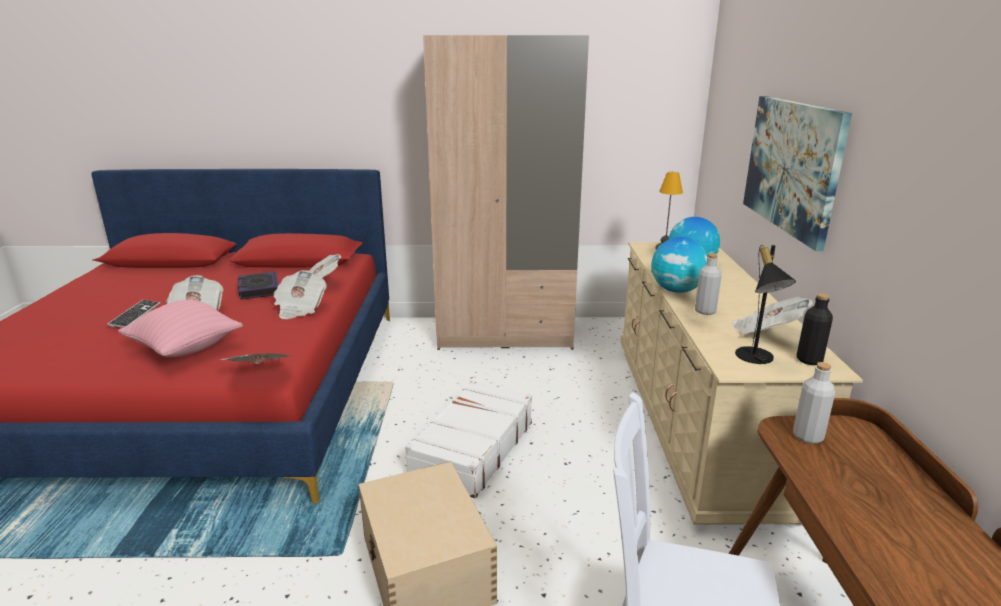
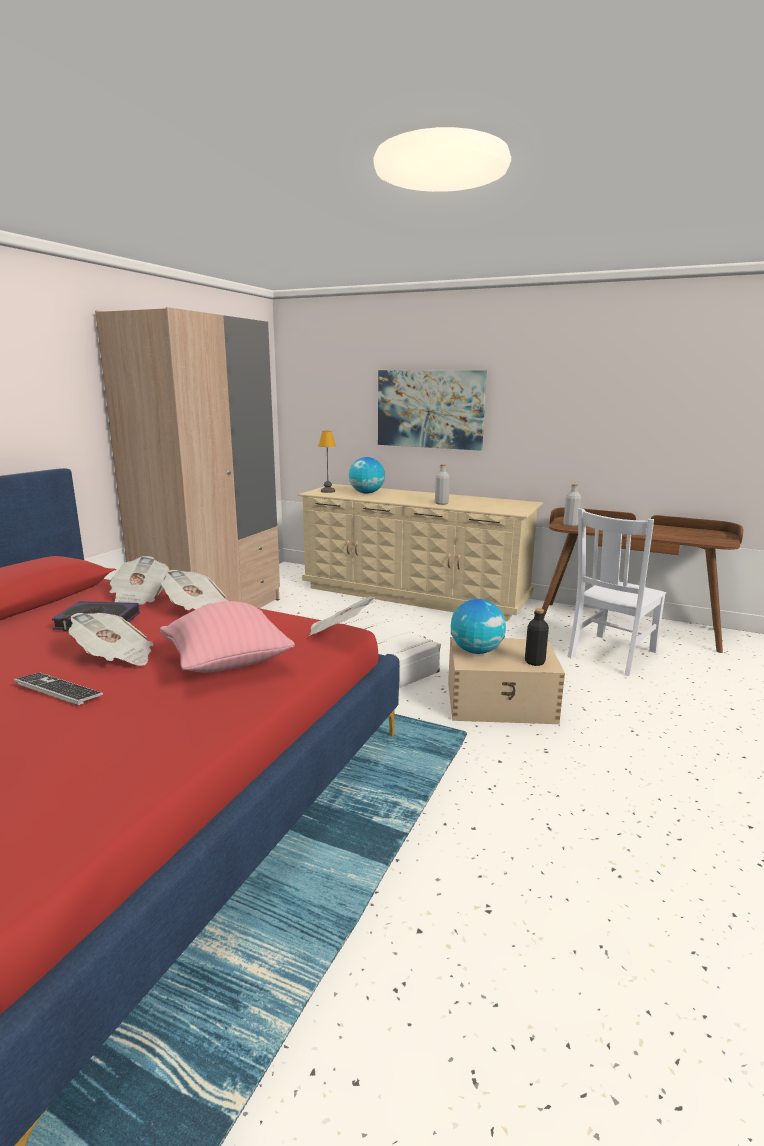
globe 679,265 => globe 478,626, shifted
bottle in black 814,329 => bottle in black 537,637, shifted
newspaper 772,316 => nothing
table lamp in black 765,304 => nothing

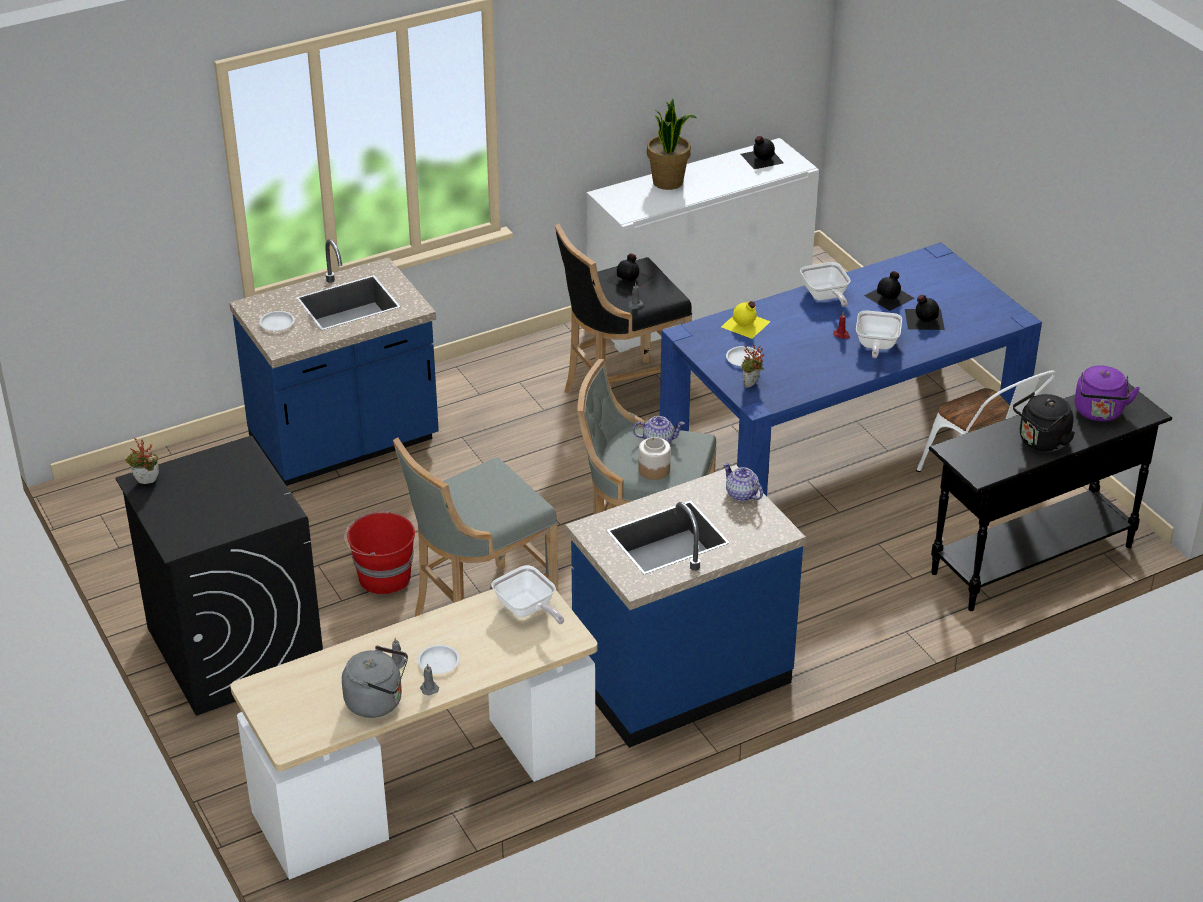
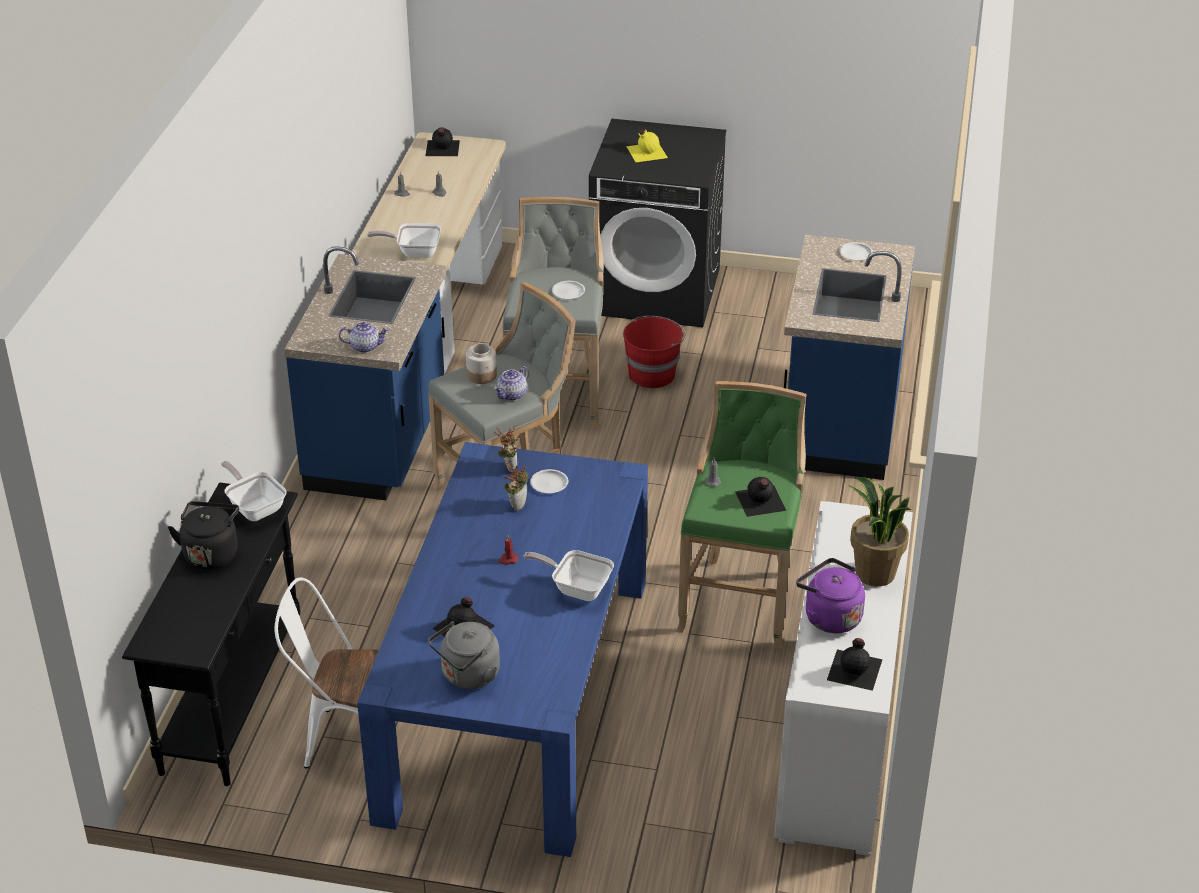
frying pan 879,334 => frying pan 254,491, shifted
bottle in black 889,291 => bottle in black 443,141, shifted
kettle in grey 375,682 => kettle in grey 464,655, shifted
potted plant 142,461 => potted plant 516,485, shifted
plate in white 439,659 => plate in white 568,290, shifted
bottle in yellow 746,320 => bottle in yellow 647,145, shifted
stool in black 623,308 => stool in green 741,515
kettle in purple 1107,393 => kettle in purple 830,595, shifted

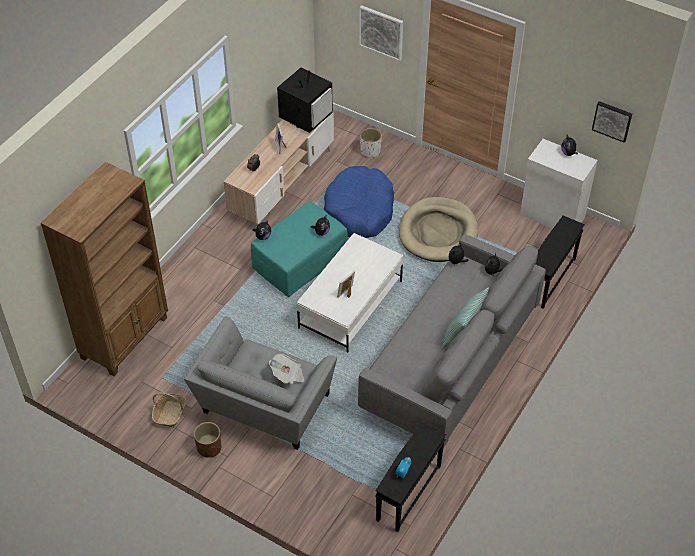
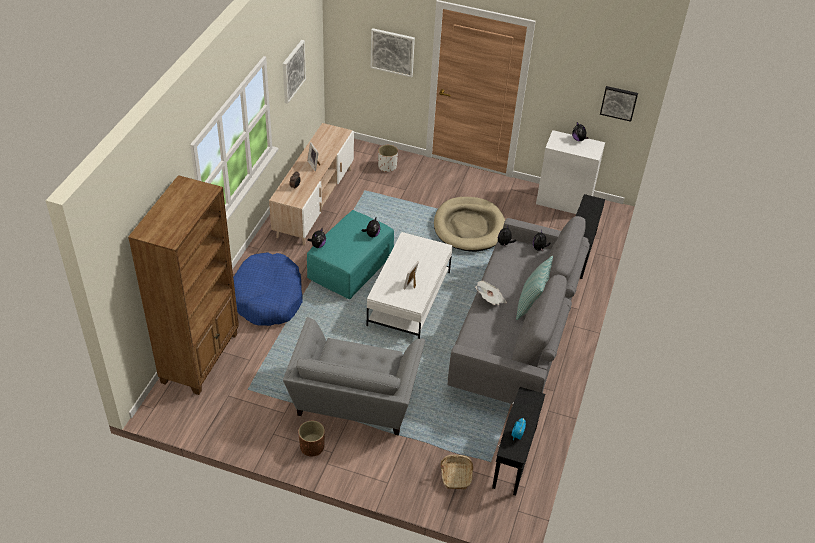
dog bed in blue 359,202 => dog bed in blue 267,289, shifted
nothing => picture 294,72
basket 169,410 => basket 456,472, shifted
newspaper 287,369 => newspaper 491,293, shifted
television 305,100 => nothing

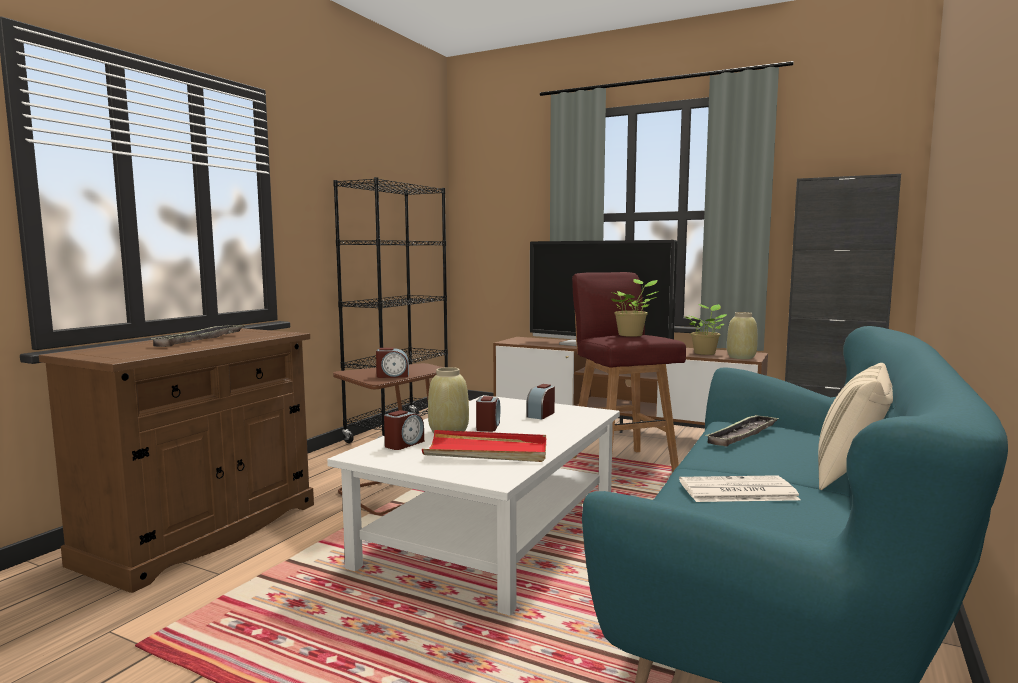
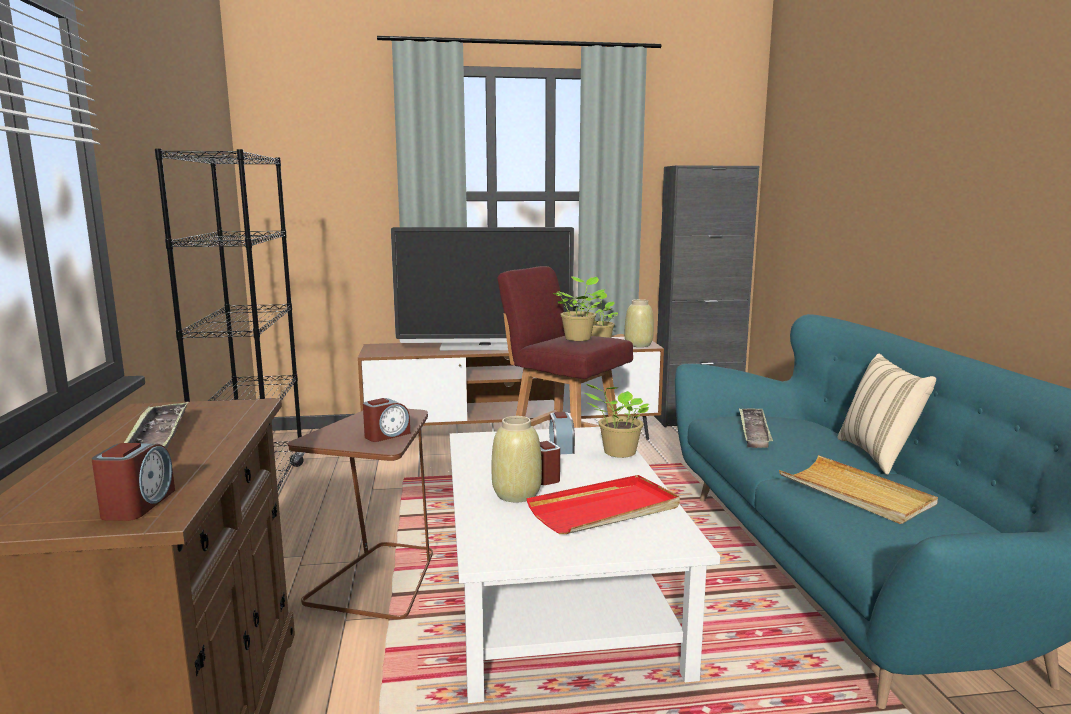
alarm clock 404,430 => alarm clock 133,482, shifted
nothing => potted plant 617,421
newspaper 740,488 => tray in beige 858,489

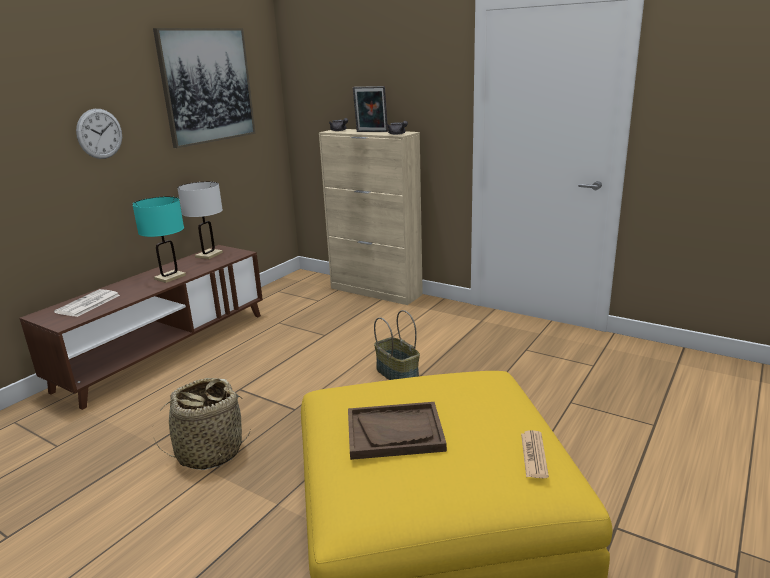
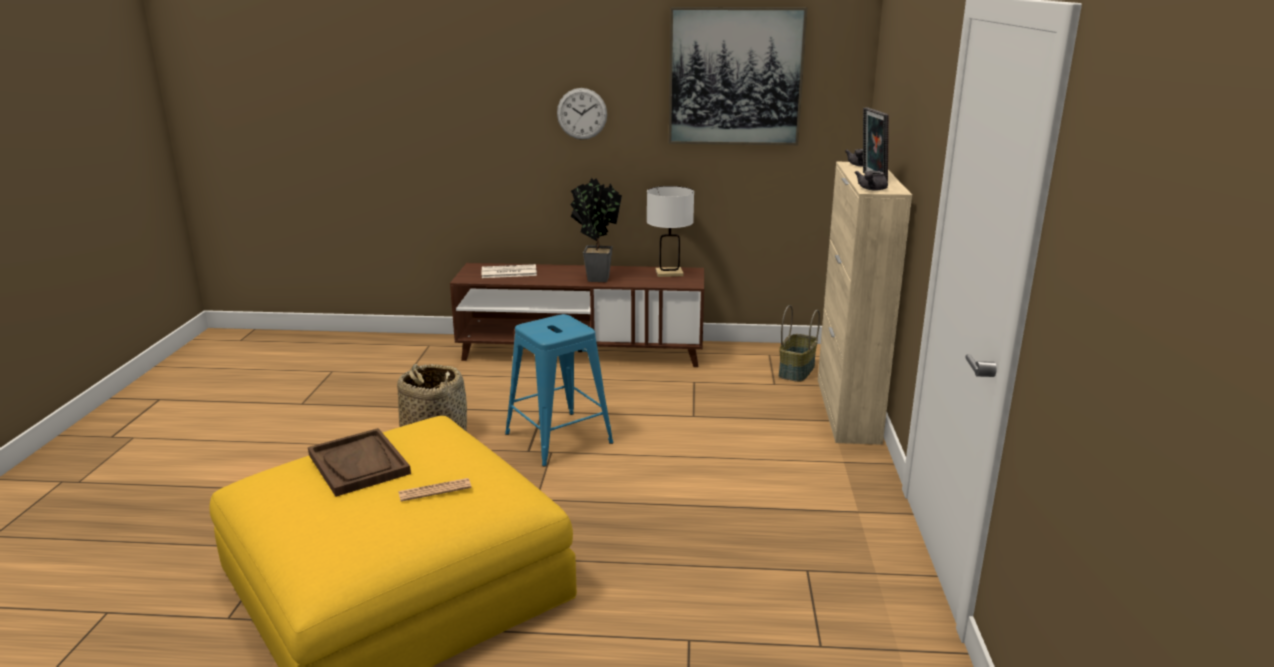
newspaper 535,454 => newspaper 434,489, shifted
nothing => stool in blue 559,390
table lamp in turquoise 159,240 => potted plant 596,230
basket 397,345 => basket 799,343, shifted

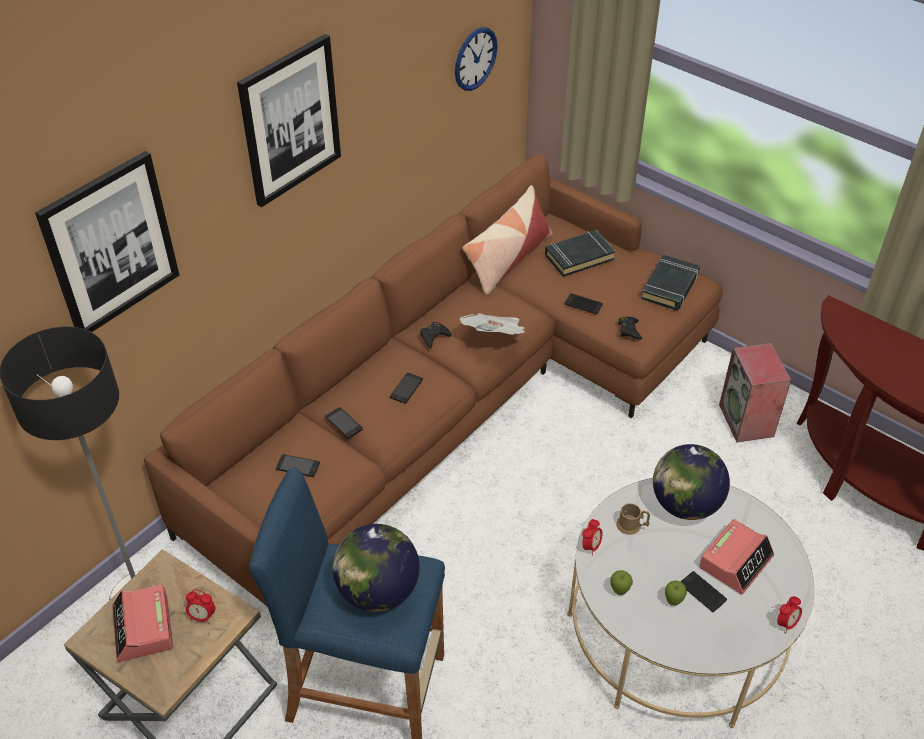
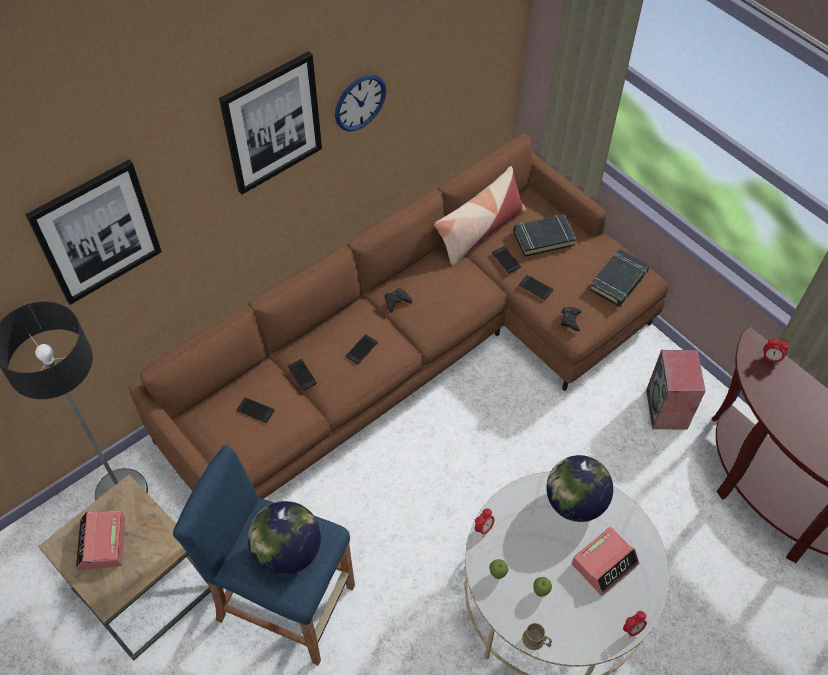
wall clock 476,59 => wall clock 360,103, shifted
phone 703,591 => phone 506,259, shifted
mug in brown 633,519 => mug in brown 537,636, shifted
alarm clock 200,606 => alarm clock 775,351, shifted
newspaper 492,324 => nothing

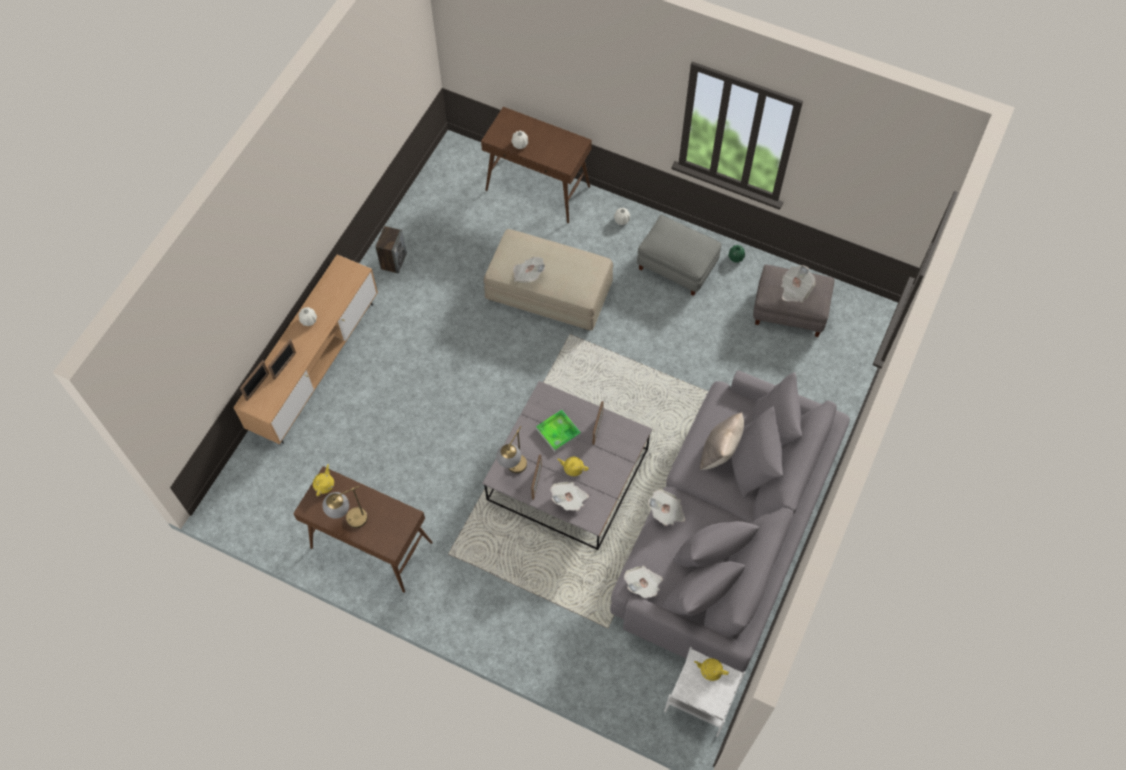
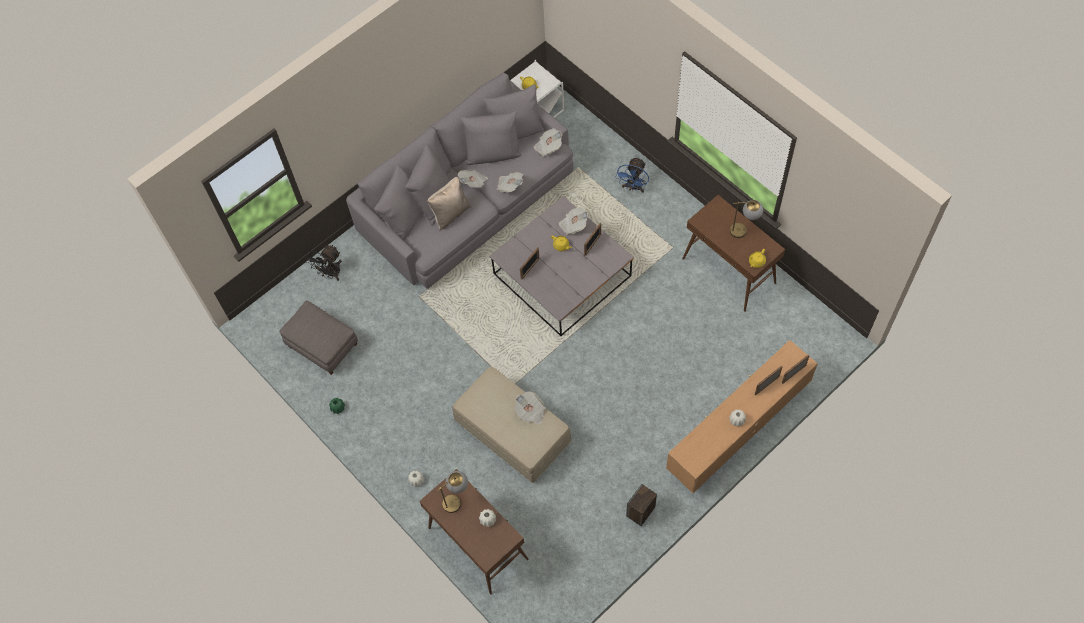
nothing => fan in black 324,263
table lamp 511,449 => table lamp 452,492, shifted
newspaper 798,283 => newspaper 473,179, shifted
nothing => fan in blue 632,175
tray 558,431 => nothing
ottoman in grey 679,255 => nothing

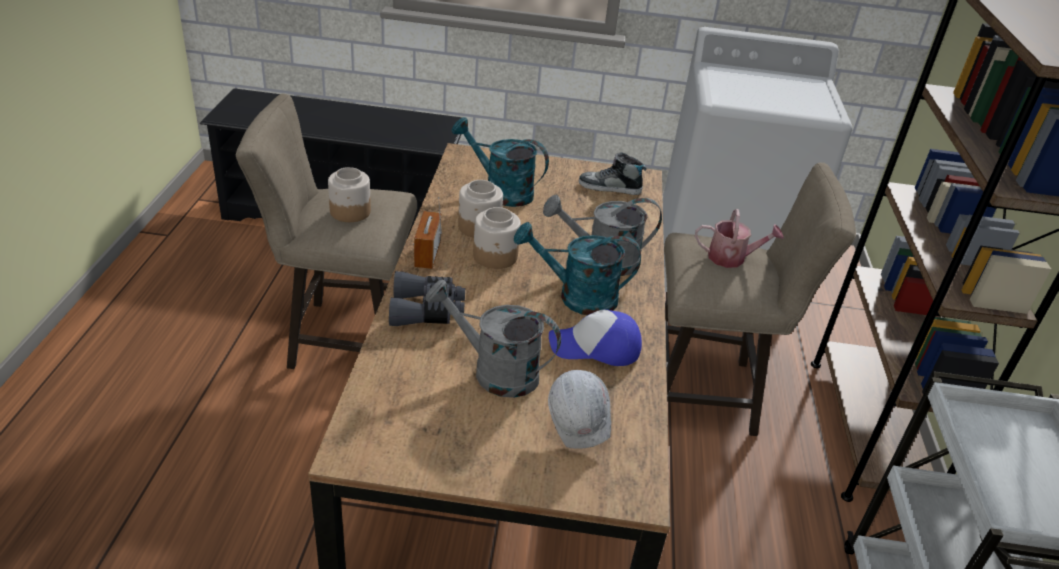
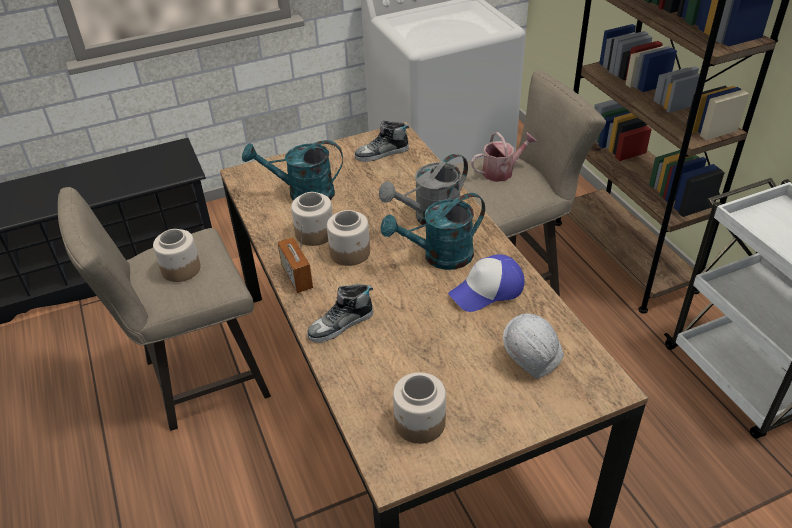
binoculars in grey 427,298 => shoe 340,313
nothing => jar 419,408
watering can in grey 493,338 => nothing

